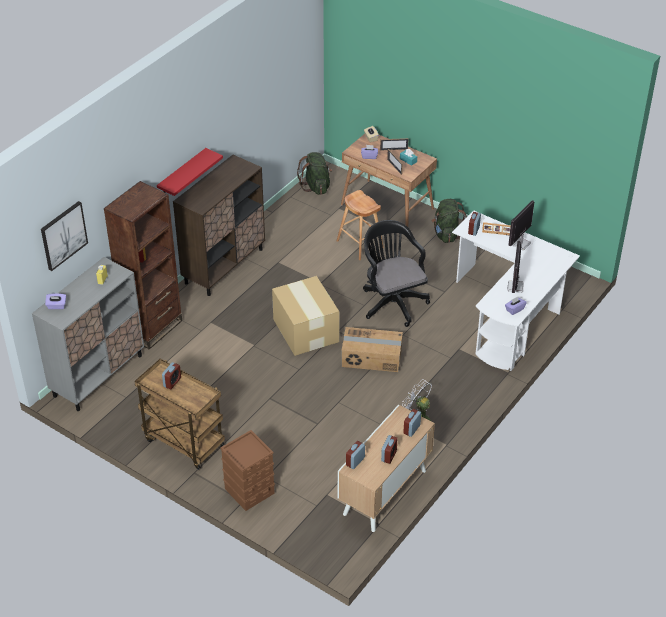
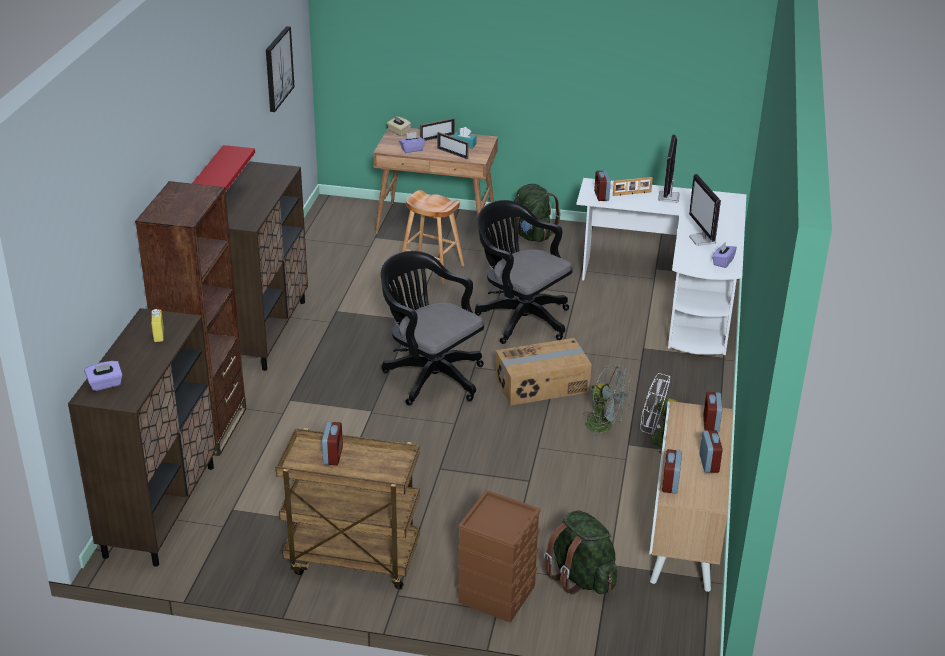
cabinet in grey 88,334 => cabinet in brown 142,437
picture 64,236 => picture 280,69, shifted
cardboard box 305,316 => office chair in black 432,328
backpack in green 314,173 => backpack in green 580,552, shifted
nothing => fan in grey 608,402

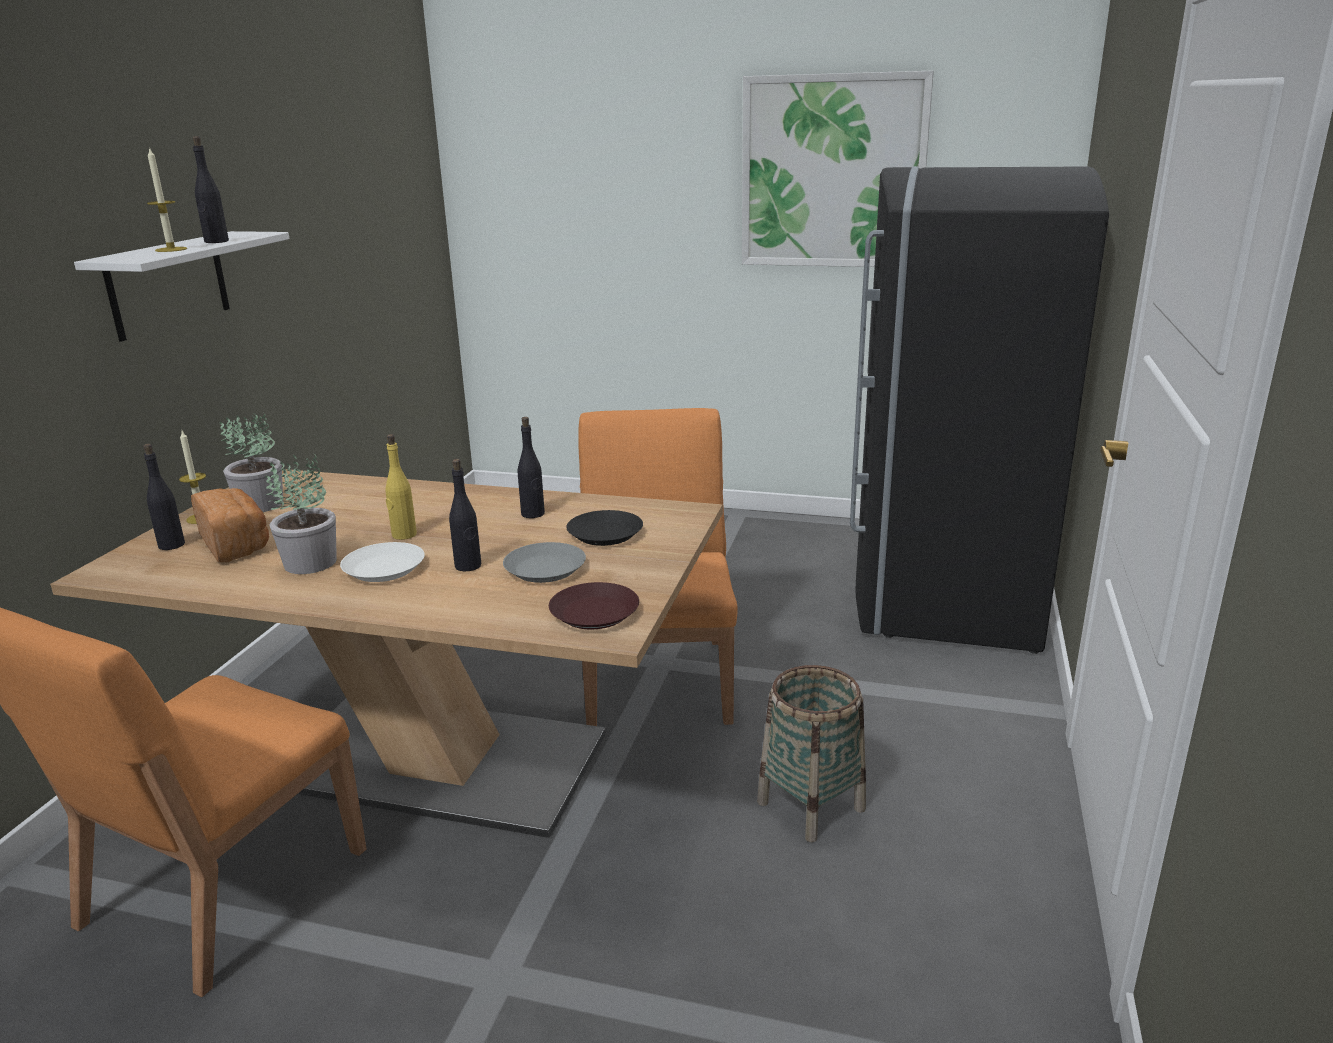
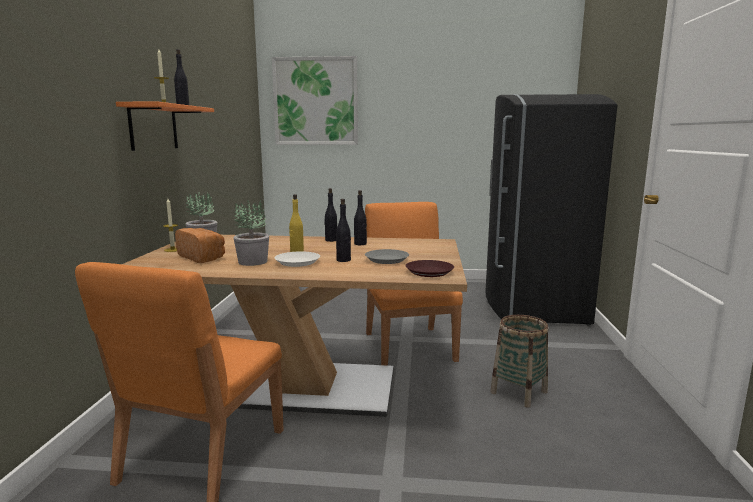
shelf in white 181,286 => shelf in orange 165,126
picture 838,169 => picture 315,100, shifted
bottle in black 164,497 => bottle in black 330,215, shifted
plate in black 604,528 => nothing

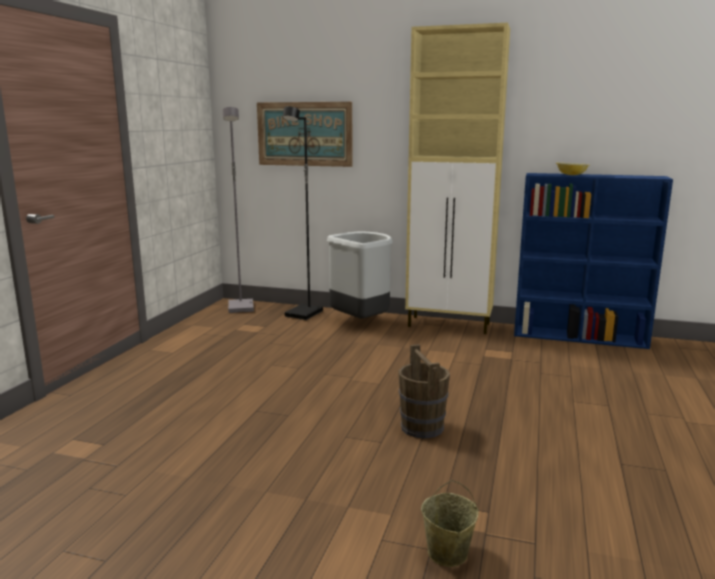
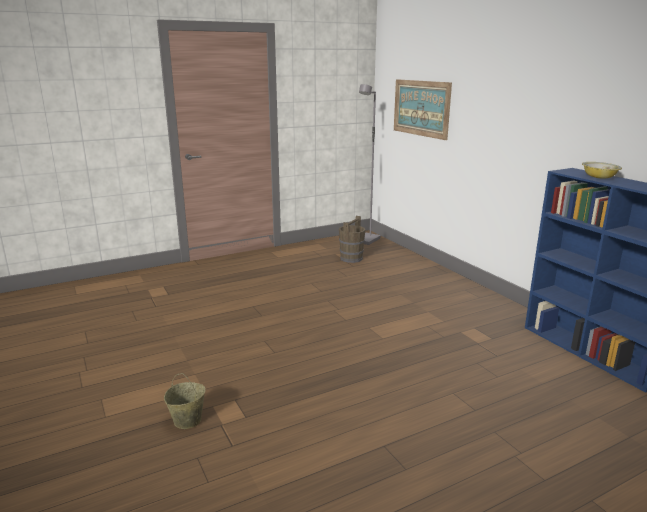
bucket in brown 424,391 => bucket in brown 352,239, shifted
floor lamp in black 303,213 => nothing
trash can in grey 360,275 => nothing
cabinet in beige 457,178 => nothing

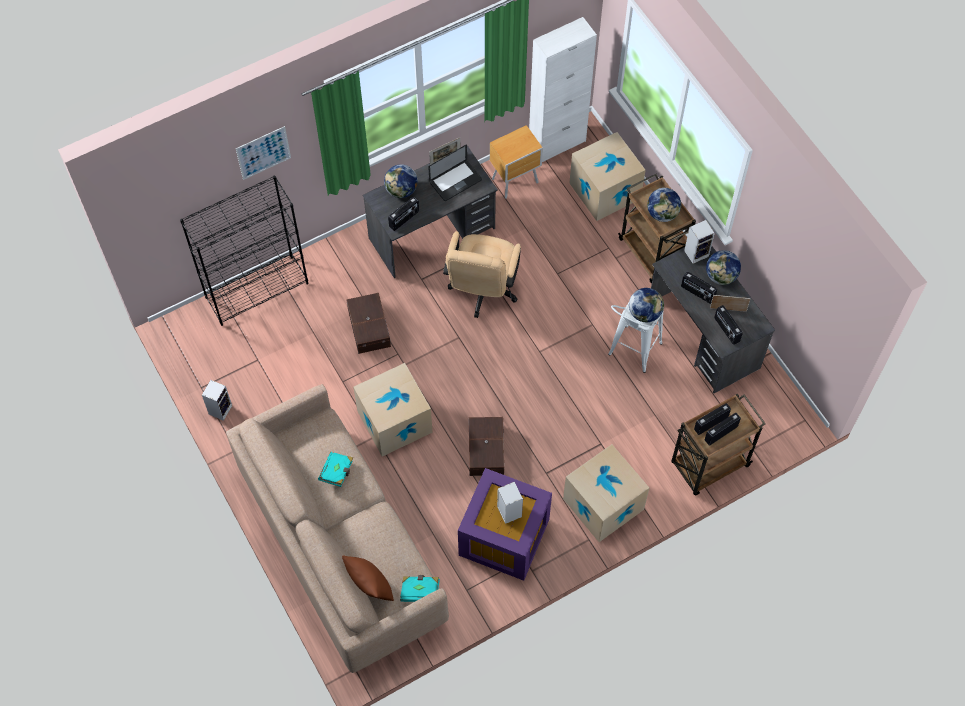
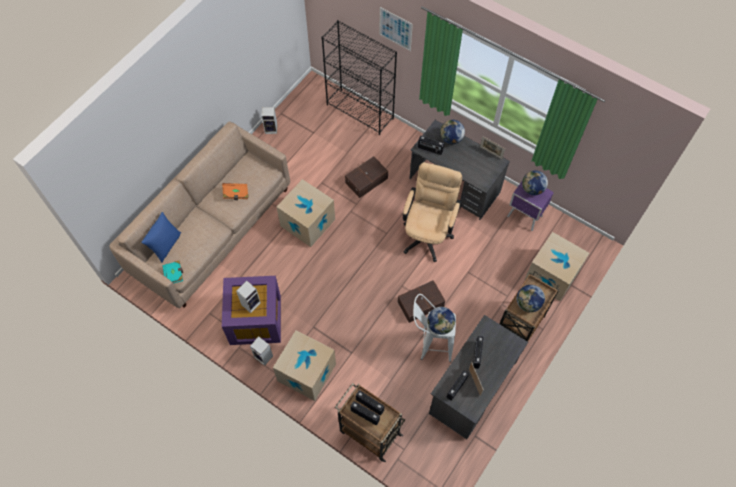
pillow in brown 368,578 => pillow in blue 161,237
book in turquoise 335,469 => book in orange 235,191
speaker 699,242 => speaker 261,351, shifted
storage box in brown 486,446 => storage box in brown 421,301, shifted
office chair in beige 482,274 => office chair in beige 432,212, 120 degrees clockwise
nightstand in brown 516,162 => nightstand in purple 530,206
globe 723,267 => globe 535,182, shifted
laptop 455,173 => nothing
cabinet in white 563,89 => nothing

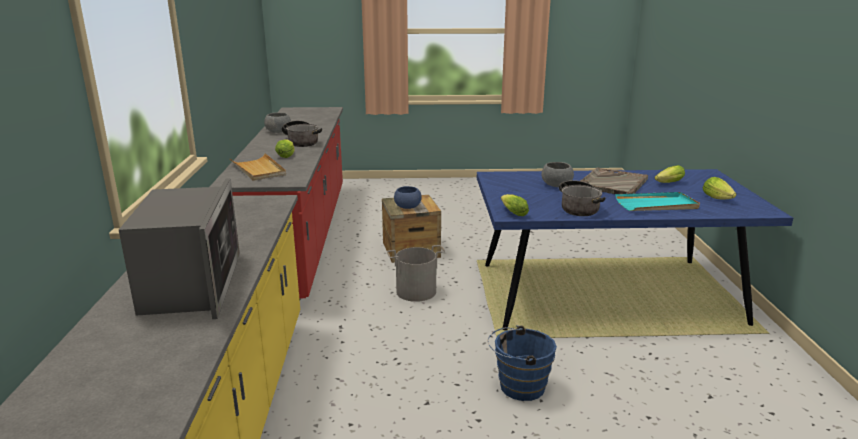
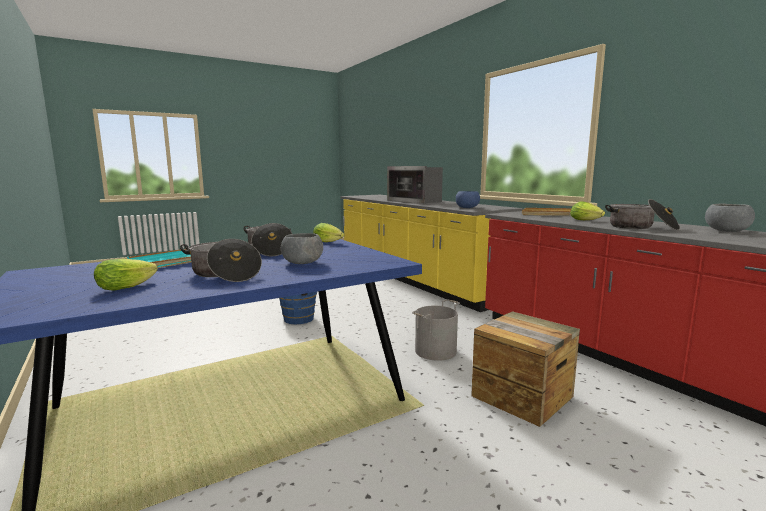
tray in grey 614,181 => cooking pot 221,260
bowl in blue 408,197 => bowl in blue 468,199, shifted
lettuce 720,188 => nothing

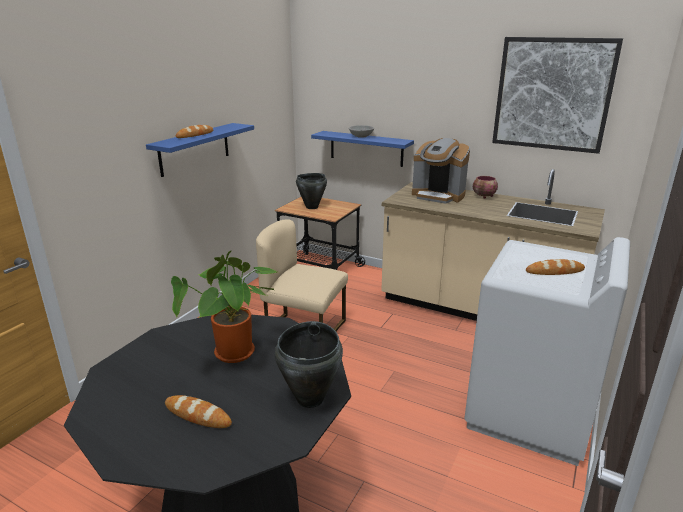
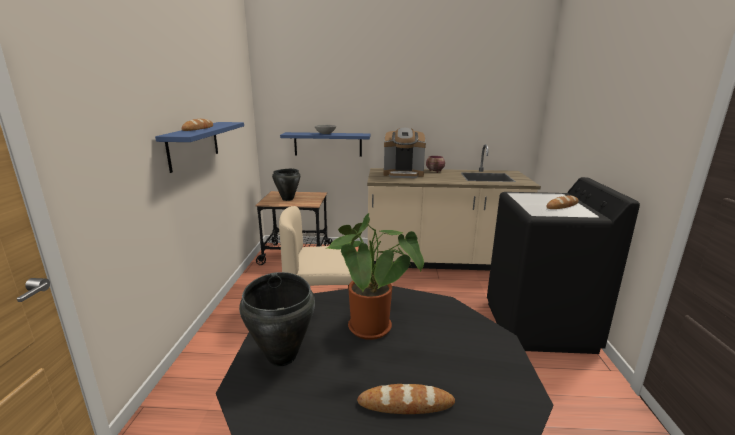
cooking pot in black 309,364 => cooking pot in black 277,319, shifted
washing machine in white 547,351 => washing machine in black 563,265
picture 557,95 => nothing

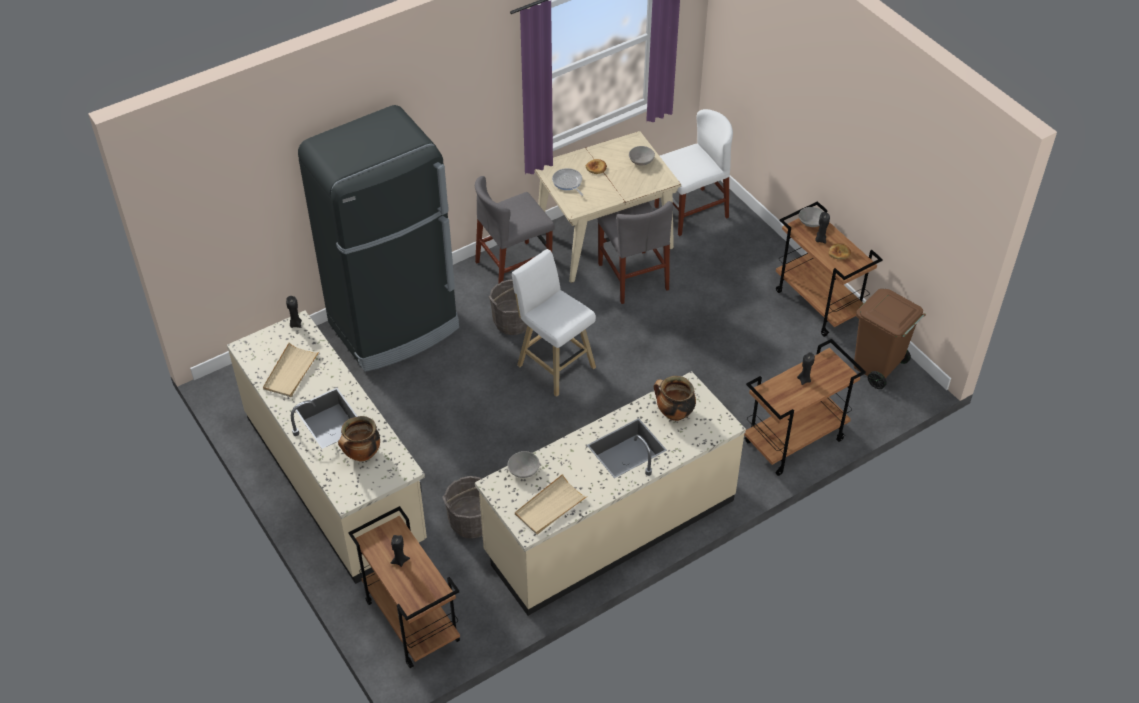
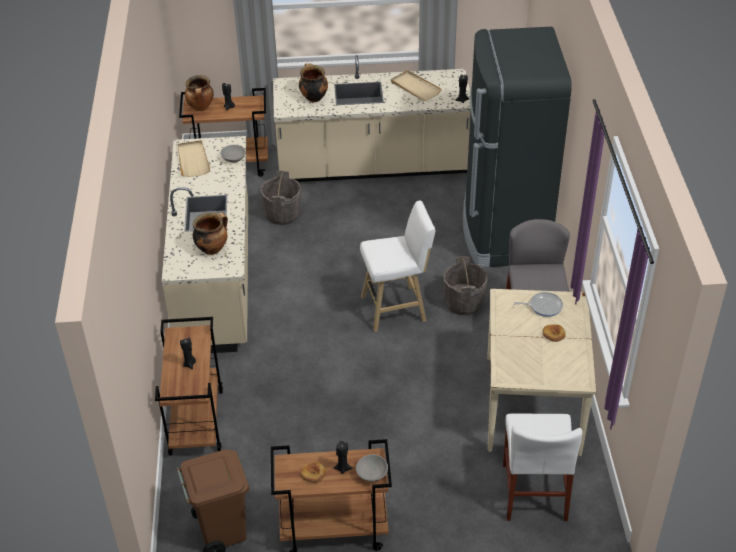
nothing => cooking pot 199,93
chair in grey 635,252 => nothing
bowl in grey 642,155 => nothing

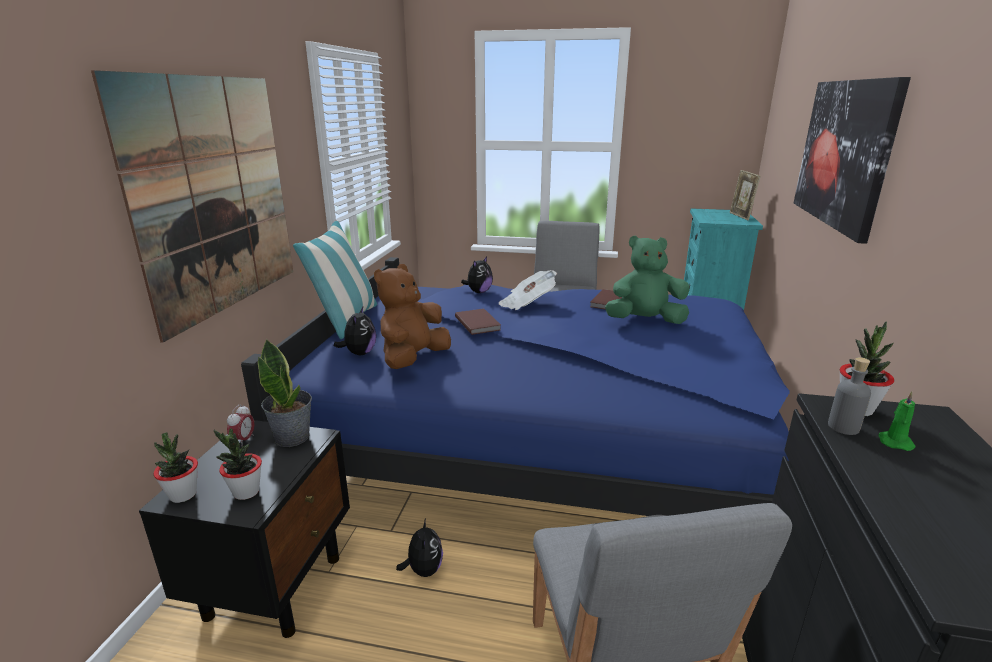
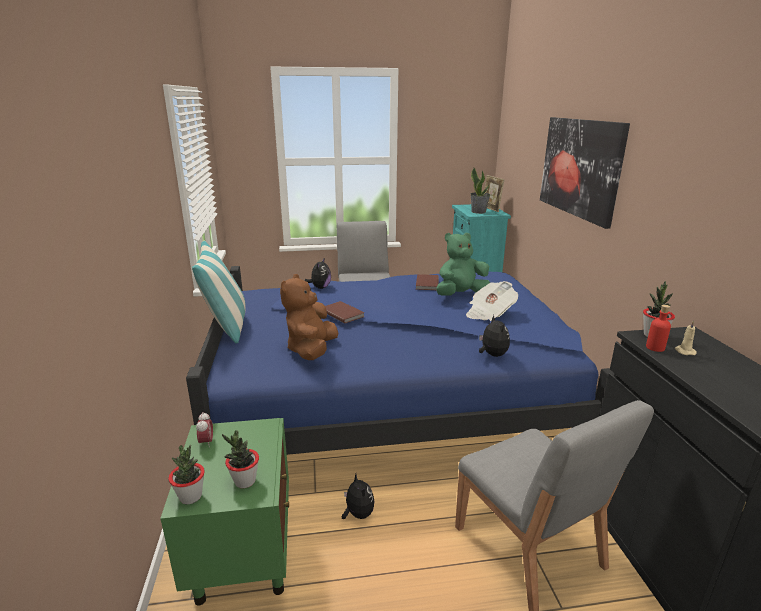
nightstand in black 244,529 => nightstand in green 224,512
newspaper 528,290 => newspaper 492,301, shifted
potted plant 285,393 => potted plant 480,191, shifted
plush toy 355,331 => plush toy 494,336, shifted
bottle in grey 849,396 => bottle in red 658,328
candle in green 897,421 => candle in beige 686,337
picture 192,206 => nothing

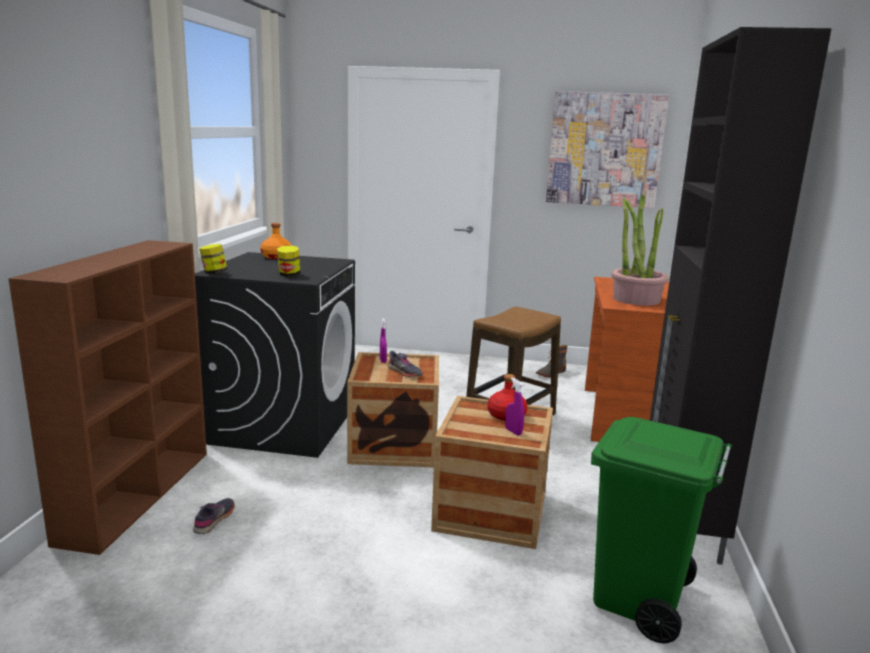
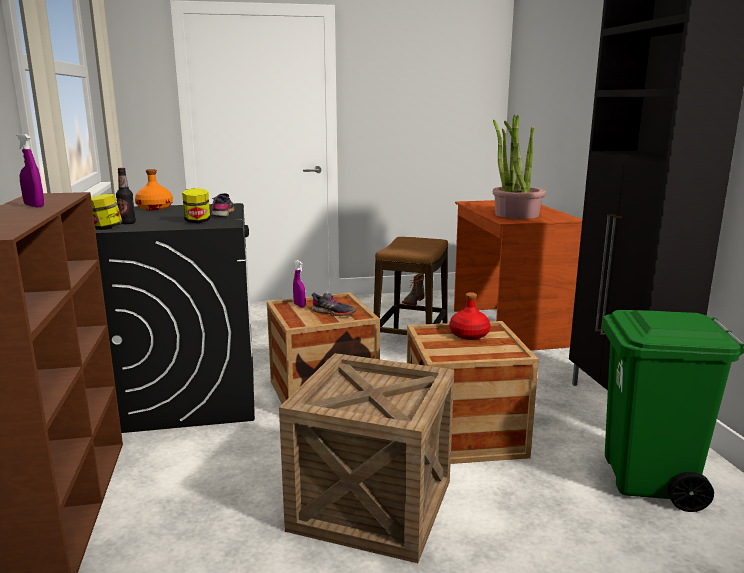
spray bottle in purple 514,406 => spray bottle in purple 30,170, shifted
nothing => bottle 126,196
shoe in grey 214,516 => shoe in grey 223,205, shifted
nothing => crate 366,458
picture 607,149 => nothing

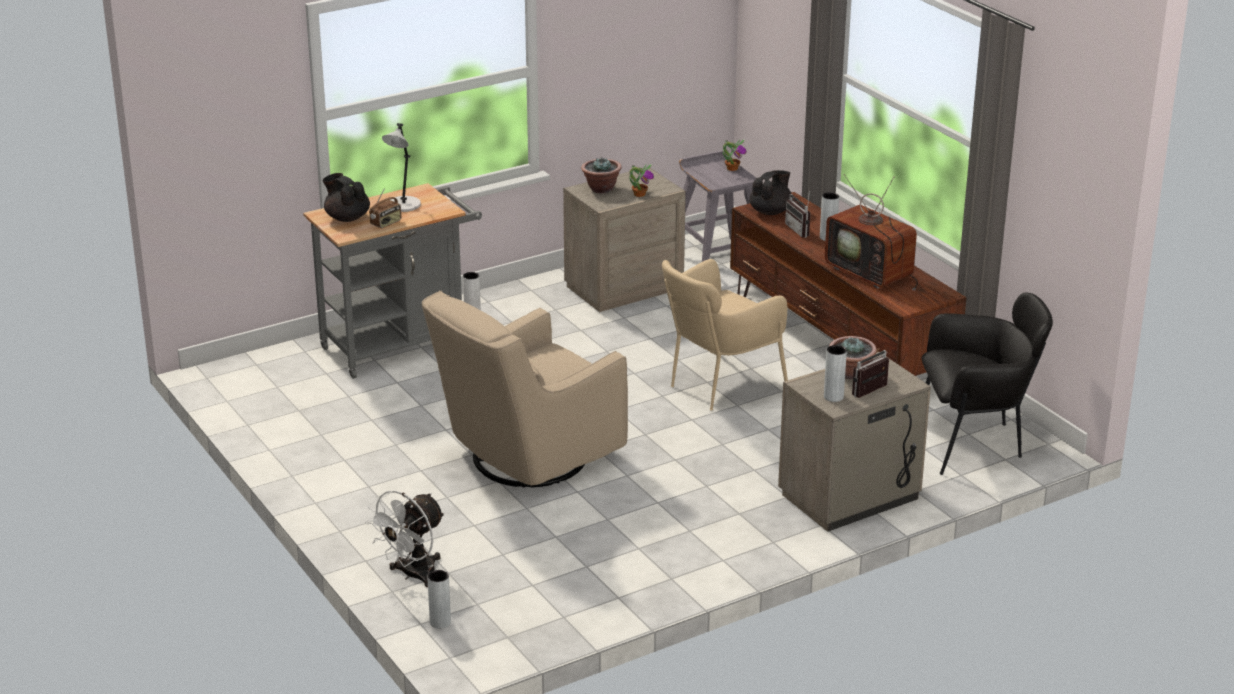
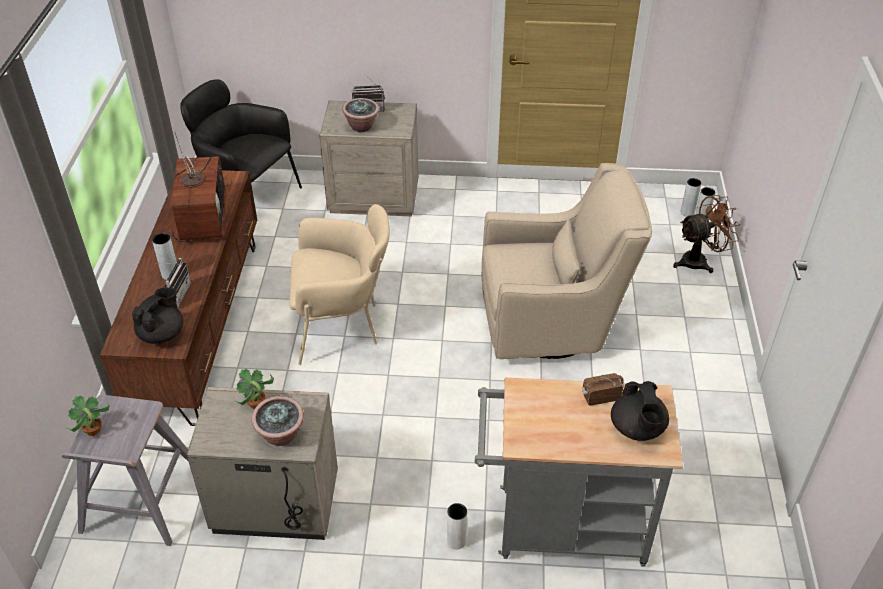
teapot in black 770,192 => teapot in black 157,315, 135 degrees clockwise
fan in white 405,538 => fan in brown 707,234
vase in grey 835,373 => vase in grey 691,197, shifted
table lamp in grey 401,167 => nothing

